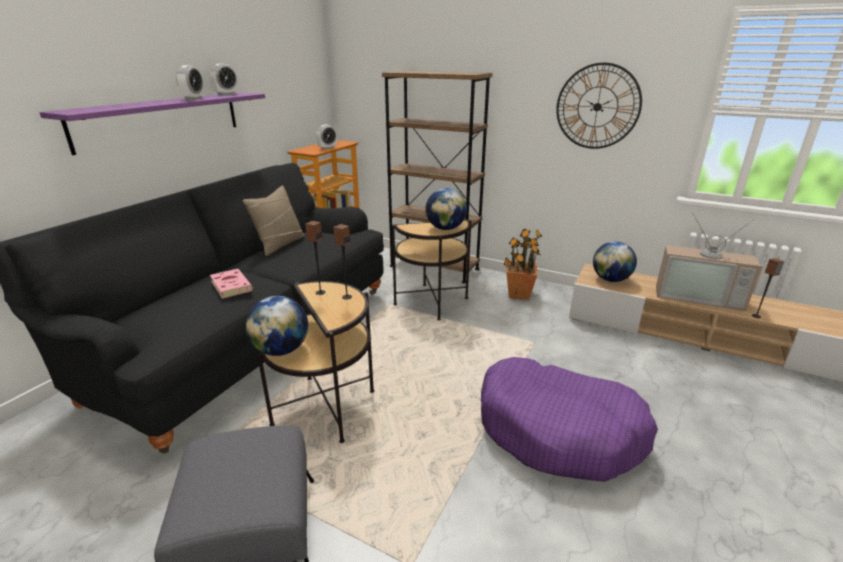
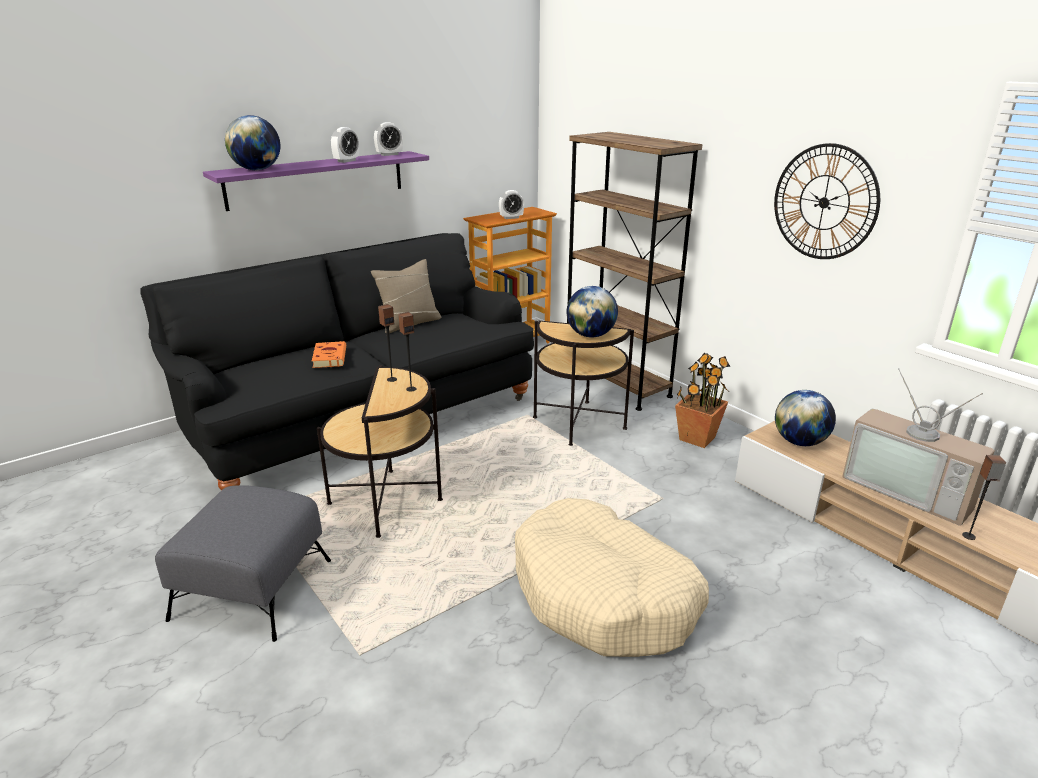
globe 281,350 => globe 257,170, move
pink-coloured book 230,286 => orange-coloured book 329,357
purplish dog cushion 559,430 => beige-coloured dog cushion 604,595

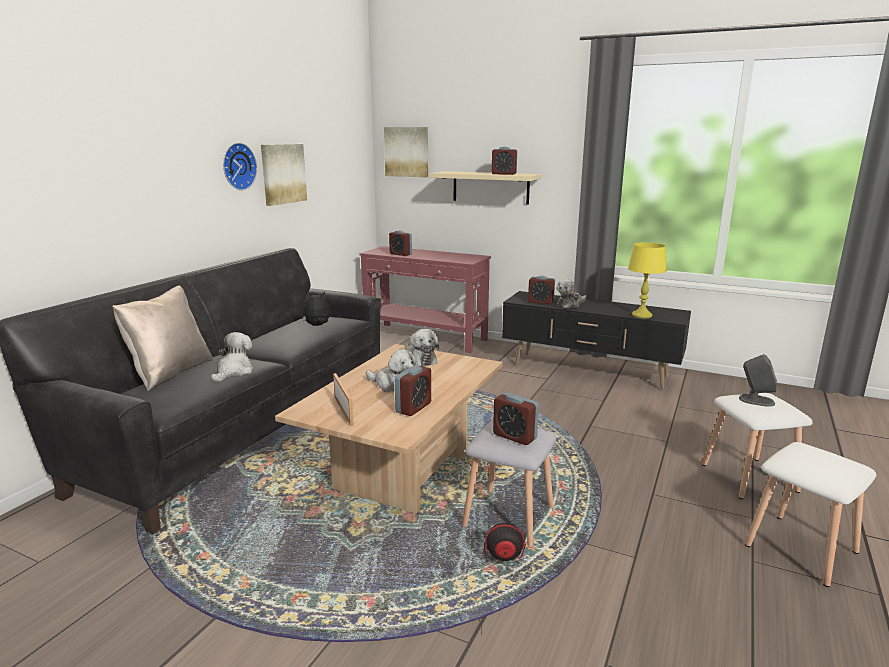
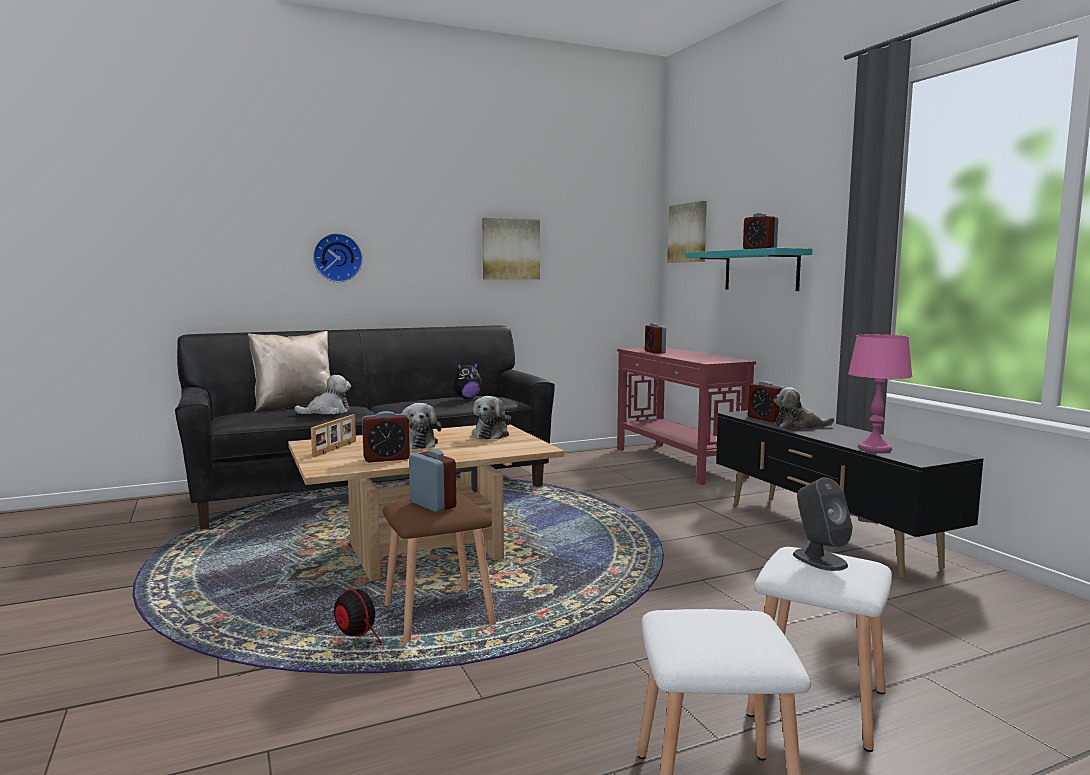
hanging clock 237,166 => hanging clock 337,258, move
beige-coloured shelf 490,187 => blue-green shelf 761,270
greyish sitting stool 510,516 => brown-coloured sitting stool 440,615
yellow-coloured lamp for a table 642,315 => pink-coloured lamp for a table 875,449
soft toy 317,325 => soft toy 467,398, 135 degrees clockwise
bedside clock 514,436 => bedside clock 432,505, 150 degrees clockwise

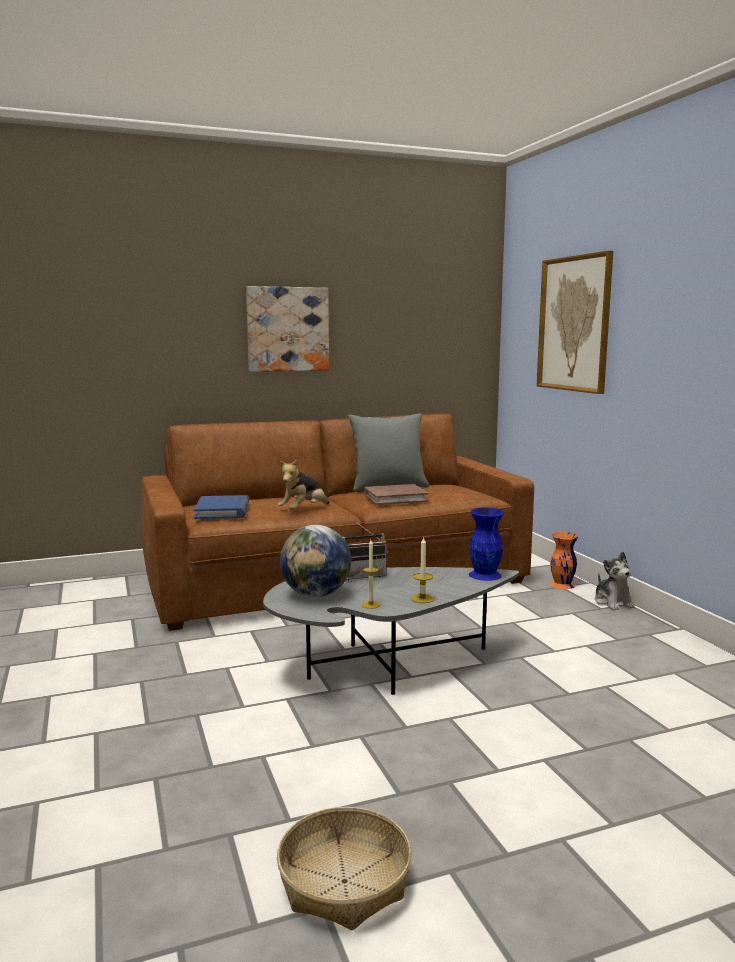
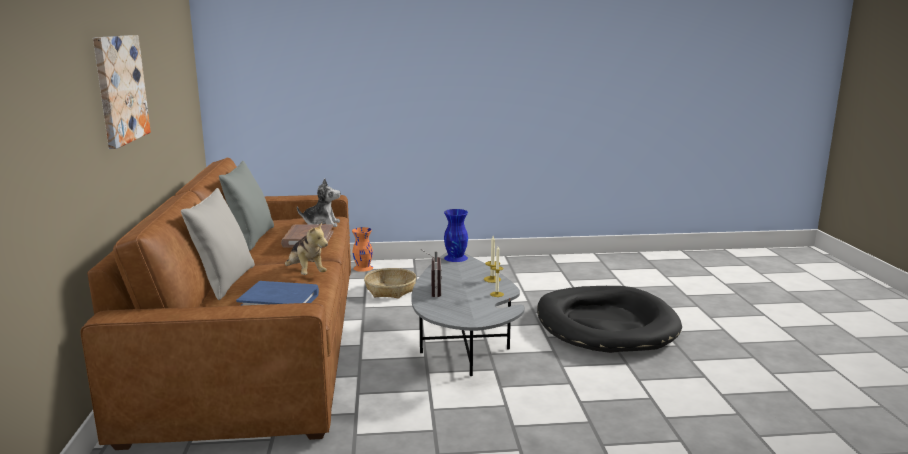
globe 316,595 => nothing
picture 574,324 => nothing
nothing => greyish pillow 224,282
nothing => black-coloured dog cushion 605,324
basket 345,882 => basket 390,290, move
soft toy 613,602 => soft toy 322,224, move

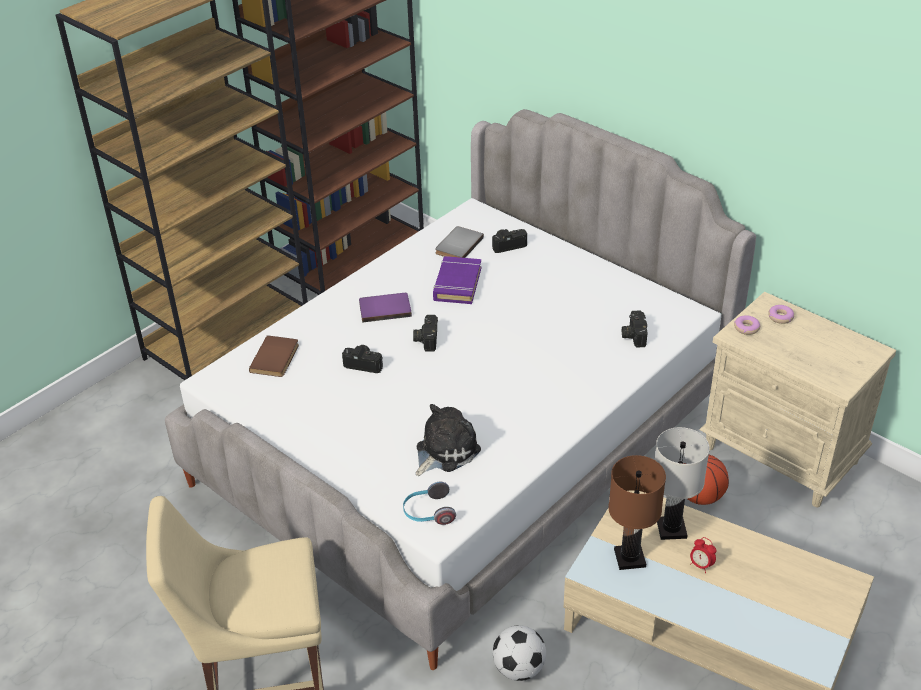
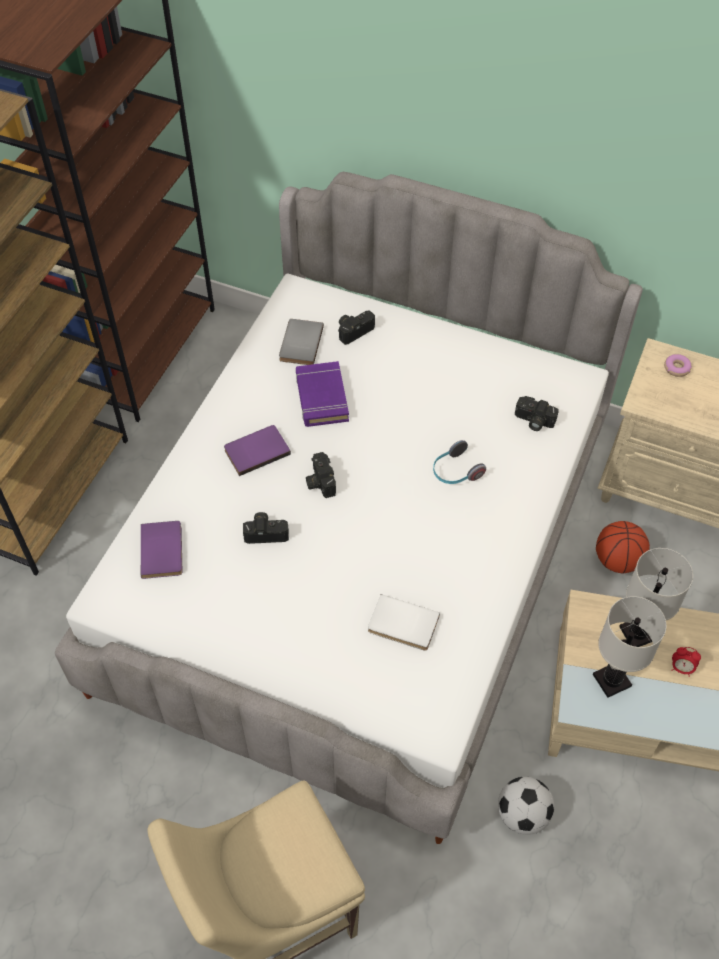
donut 746,328 => nothing
headset 428,512 => headset 455,472, move
soft toy 444,451 => whitish book 402,626
brown-coloured book 276,358 => purplish book 164,551
brown-coloured lamp for a table 630,558 => whitish lamp for a table 612,680
still camera 633,335 => still camera 533,421, 45 degrees counterclockwise

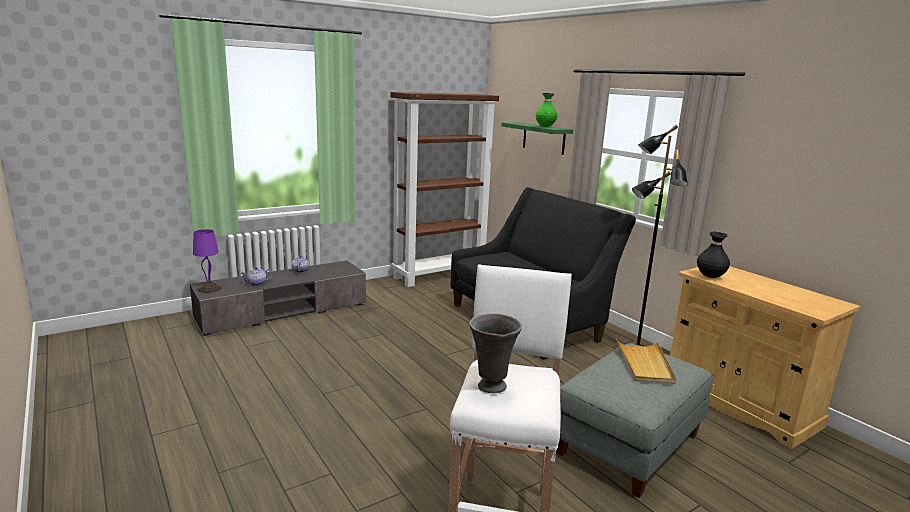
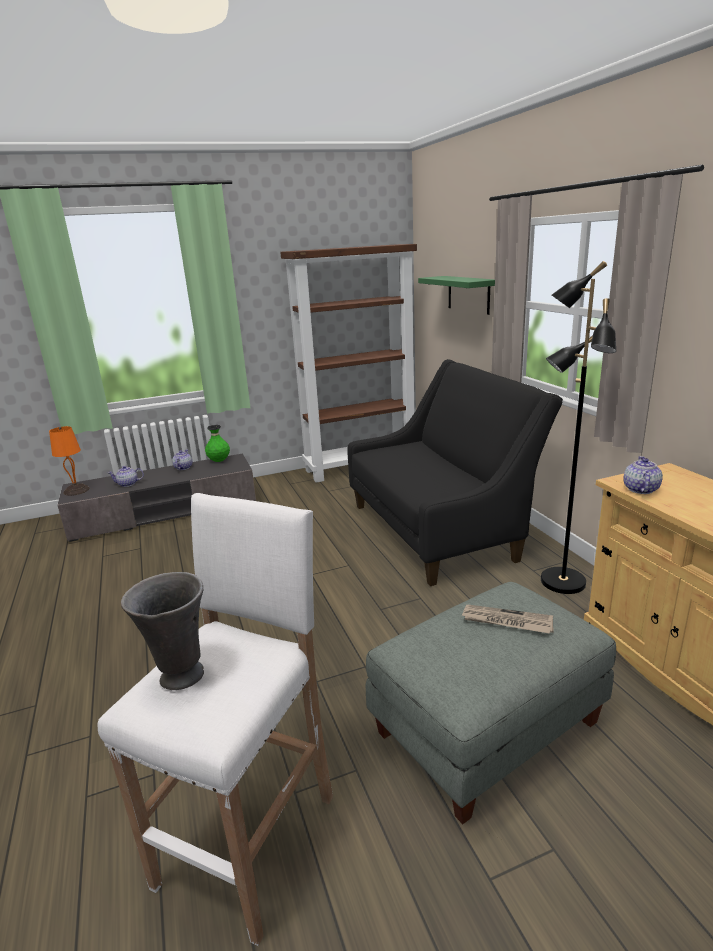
green-coloured flower vase 545,127 => green-coloured flower vase 219,461, move
beige-coloured serving tray 644,364 => daily paper 506,621
black-coloured flower vase 710,277 => tea pot 640,489
purplish lamp for a table 209,288 => orange-coloured lamp for a table 77,490

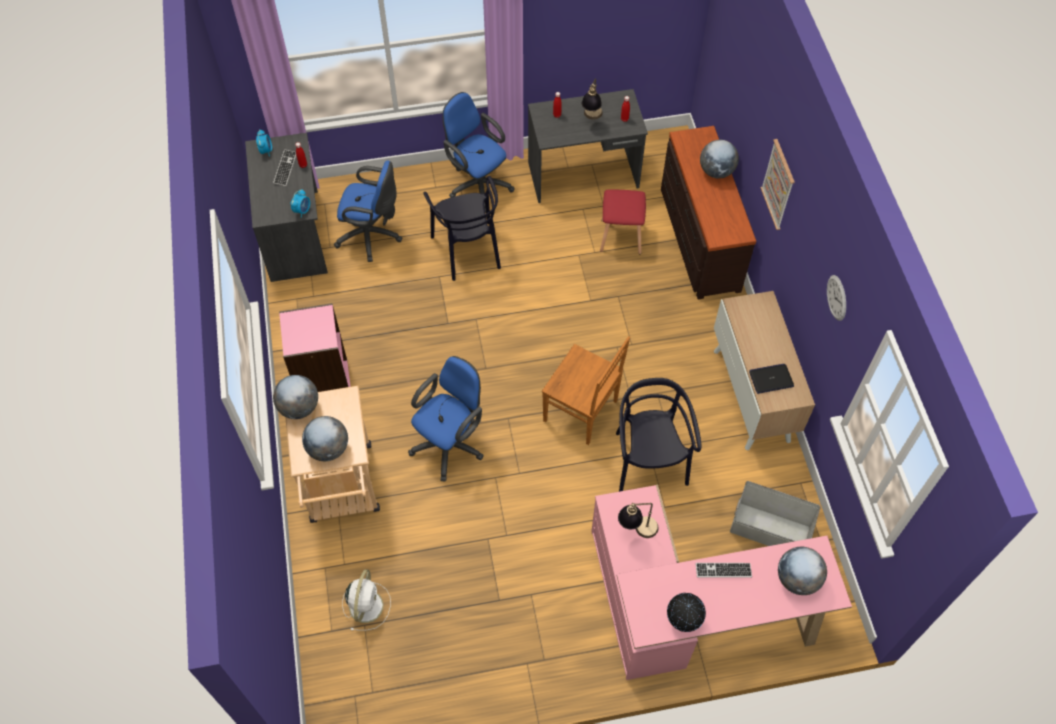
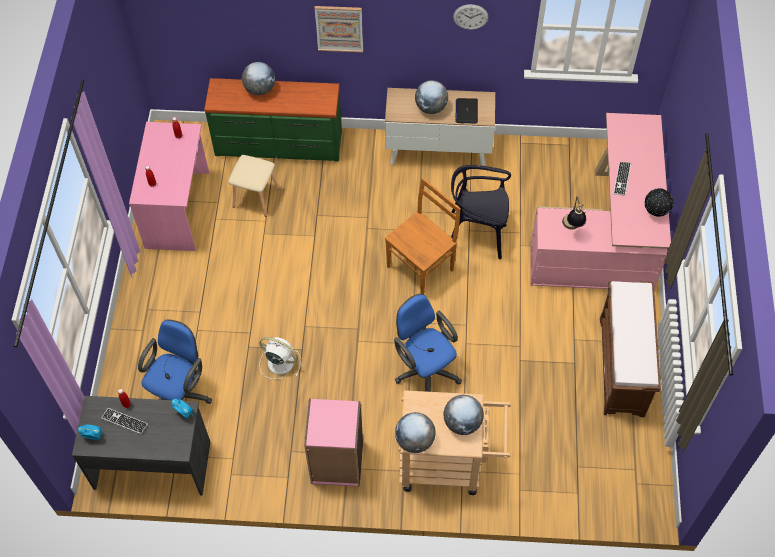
black-coloured plain chair 468,250 => nothing
bluish office chair 477,184 => nothing
lamp for a table 591,118 => nothing
greyish storage box 769,528 => nothing
nothing => brown-coloured indoor bench 622,367
whitish electric fan 366,604 => whitish electric fan 279,362, move
globe 797,579 => globe 431,107, move
greyish desk unit 584,176 => pink-coloured desk unit 179,209
red-coloured sitting stool 620,237 => beige-coloured sitting stool 256,198
brown-coloured drawer chest 698,238 => green-coloured drawer chest 278,144

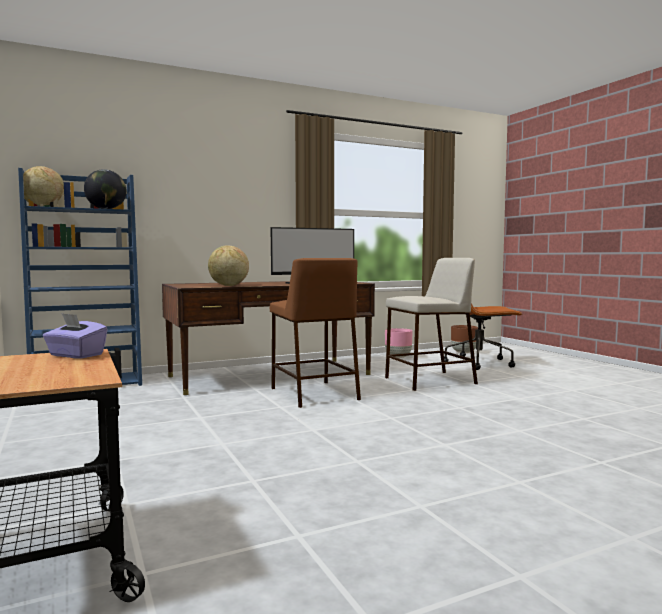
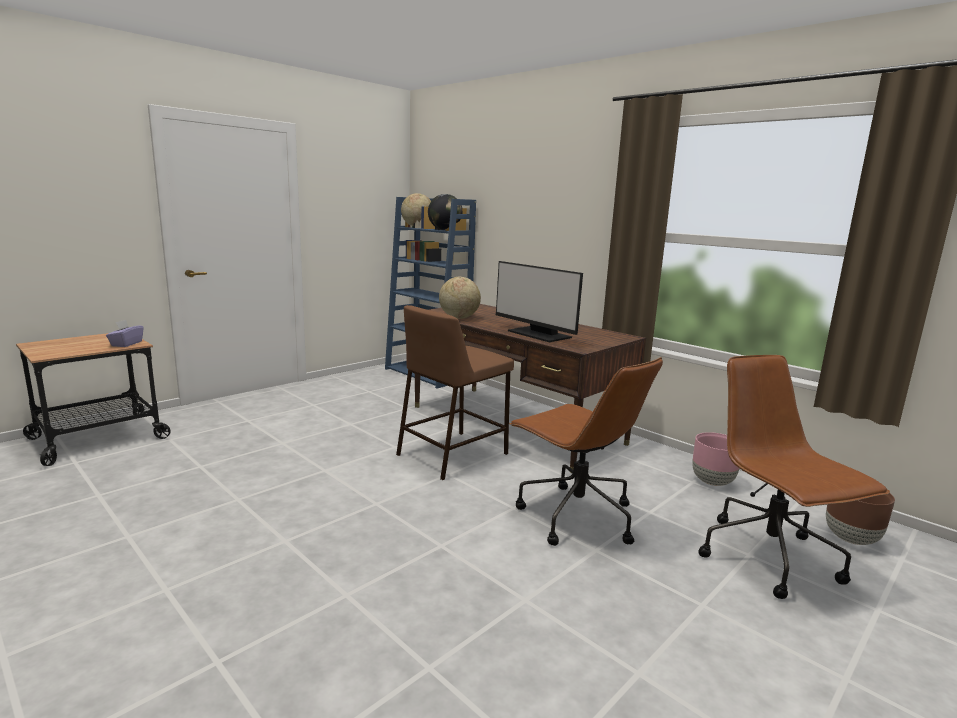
beige-coloured sitting stool 429,381 => brown-coloured office chair 575,516

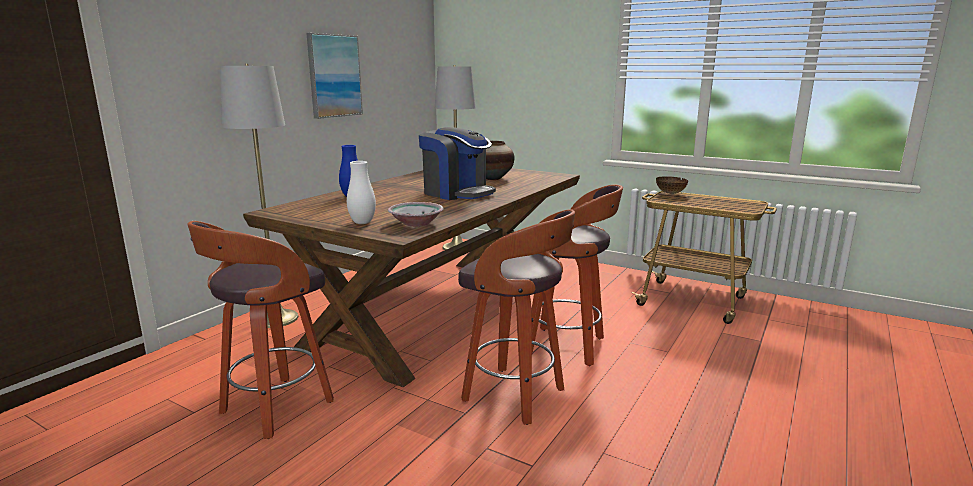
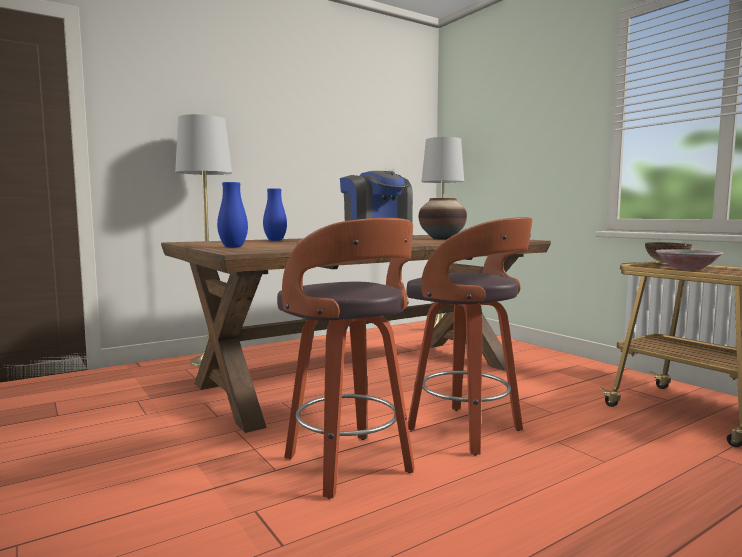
sitting stool 275,409 => nothing
picture 334,76 => nothing
bowl 415,223 => bowl 686,268, move
whitish flower vase 362,223 => bluish flower vase 233,247

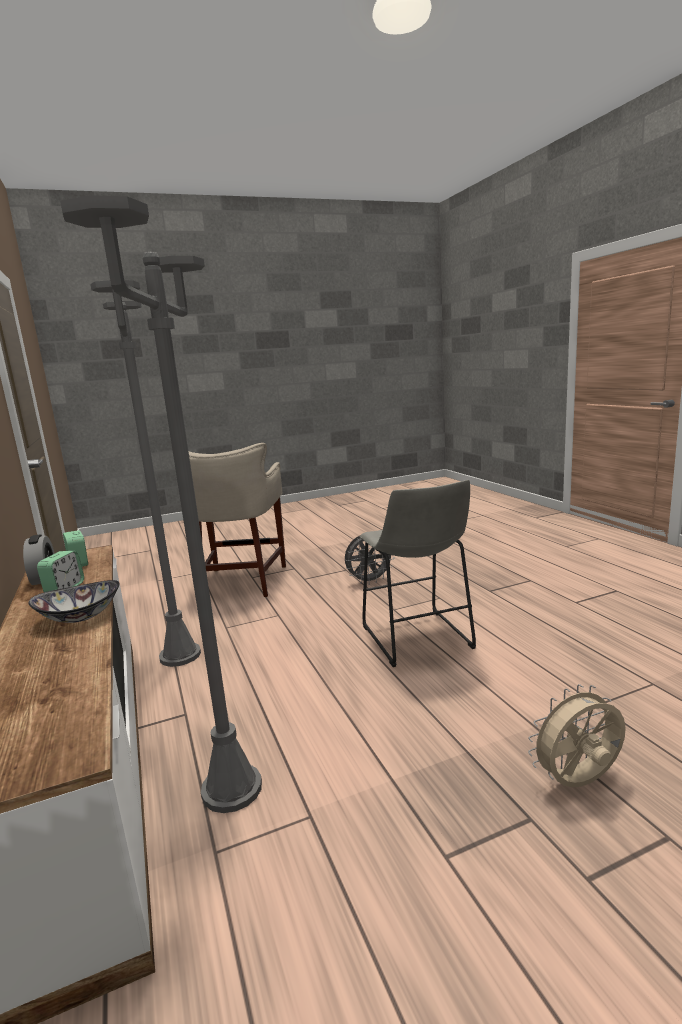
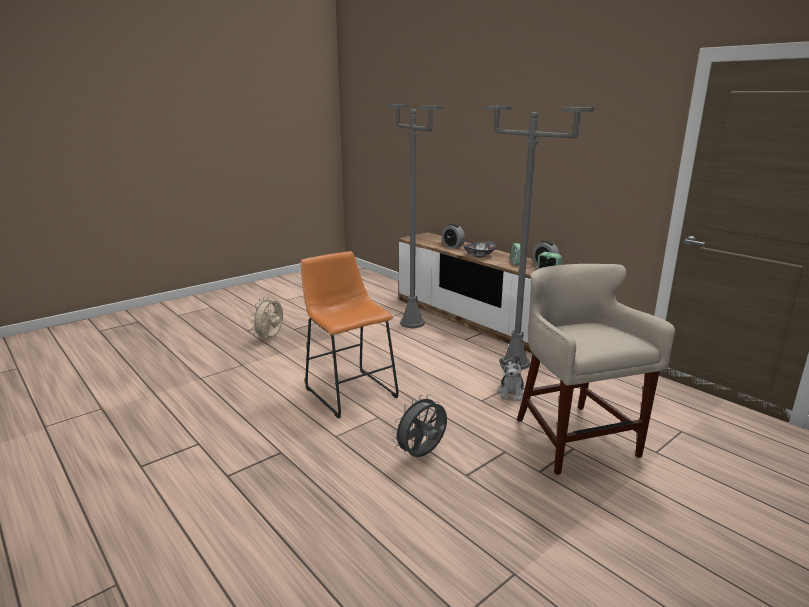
nothing => bedside clock 452,246
nothing => soft toy 511,393
greyish sitting stool 418,640 => orange-coloured sitting stool 349,390
beige-coloured electric fan 578,783 => beige-coloured electric fan 270,338, 150 degrees clockwise

